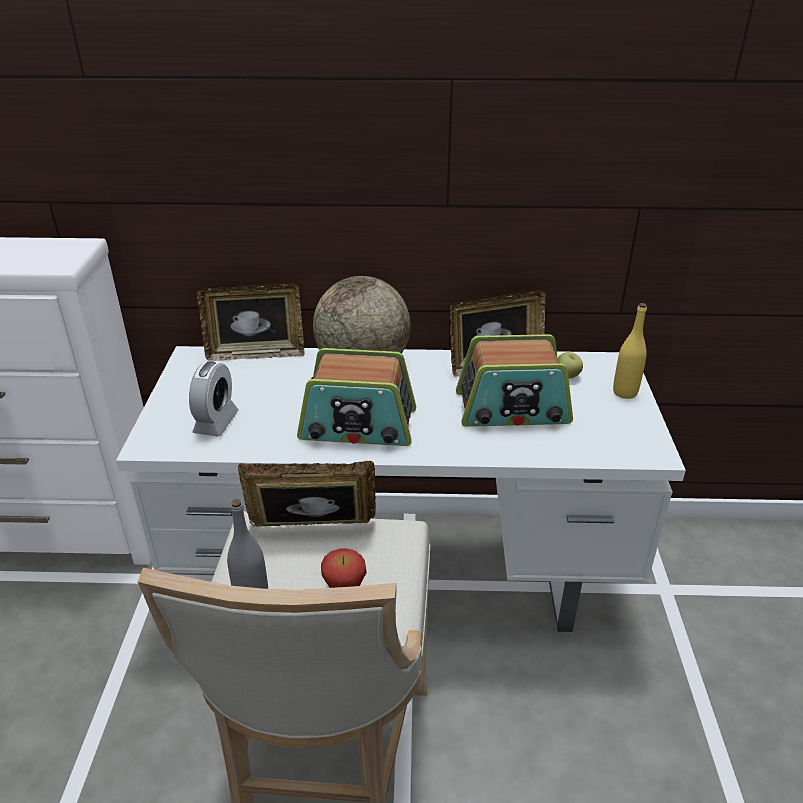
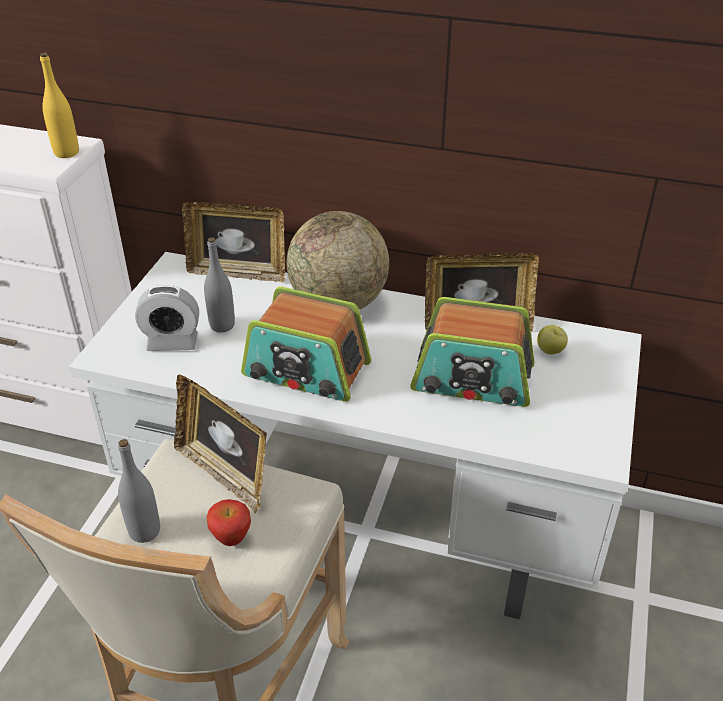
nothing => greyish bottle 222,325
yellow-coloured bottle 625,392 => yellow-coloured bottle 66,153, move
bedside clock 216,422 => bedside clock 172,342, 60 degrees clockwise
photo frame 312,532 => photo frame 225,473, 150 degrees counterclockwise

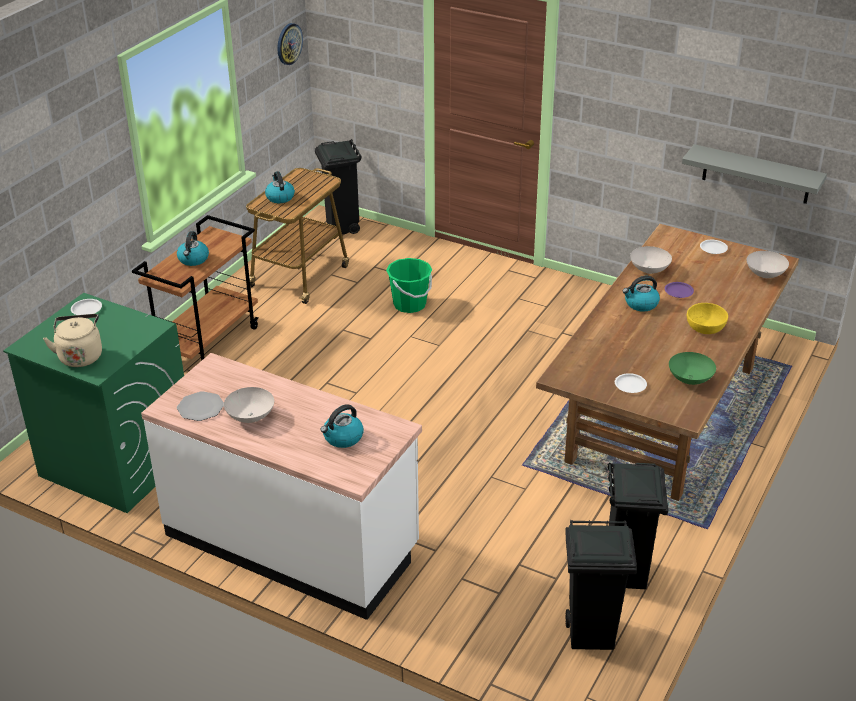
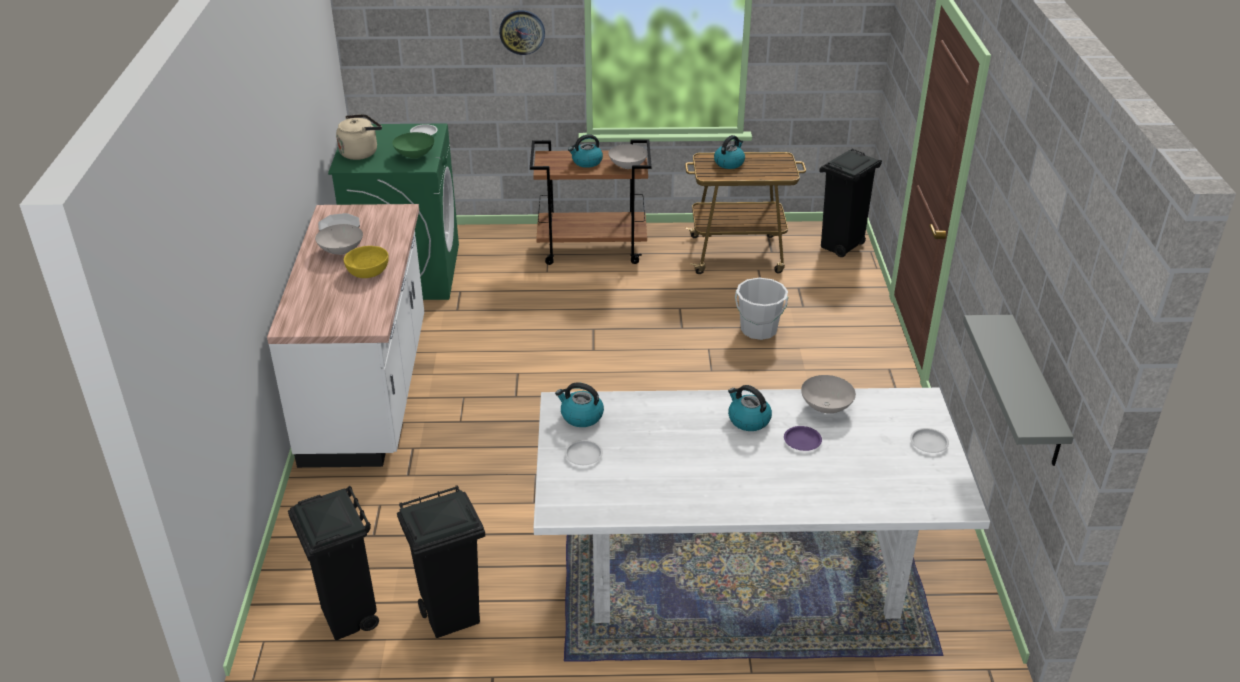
hanging clock 289,43 => hanging clock 522,32, move
water kettle 342,438 => water kettle 581,416, move
green-coloured bowl 689,380 => green-coloured bowl 414,155, move
yellow-coloured bowl 705,327 => yellow-coloured bowl 367,271, move
whitish bowl 764,275 => whitish bowl 627,166, move
green-coloured bucket 409,304 => whitish bucket 758,330
brown-coloured kitchen table 663,412 => whitish kitchen table 743,565

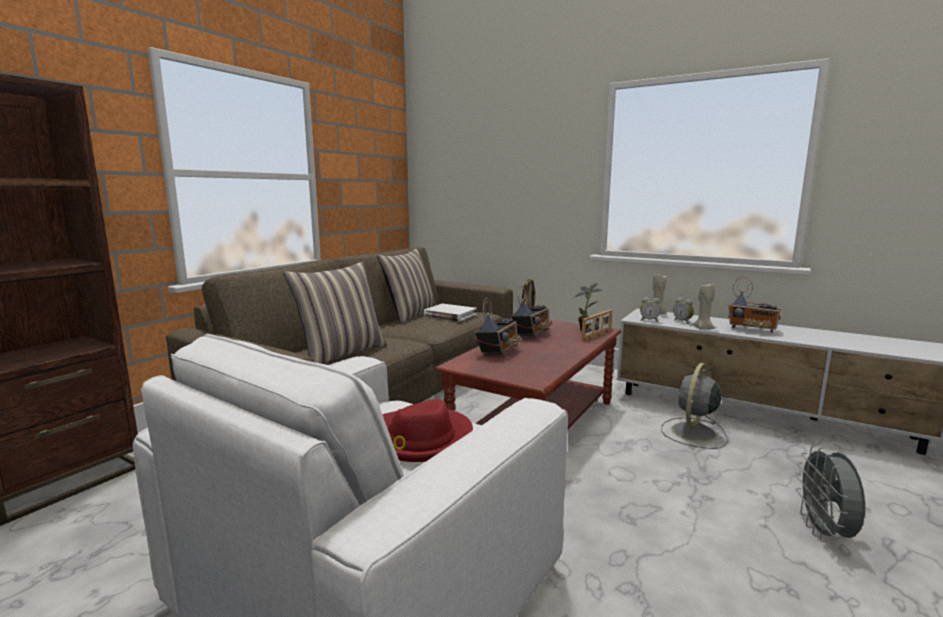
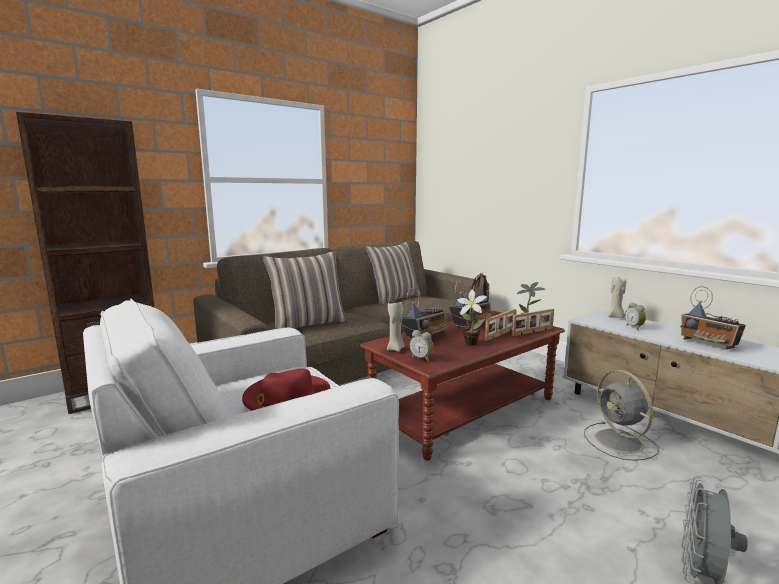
whitish book 450,315 => nothing
nothing => potted plant 469,343
nothing => photo frame 501,334
bedside clock 649,320 => bedside clock 421,358, move
beige-coloured wax light 703,328 => beige-coloured wax light 395,349, move
greyish electric fan 693,433 => greyish electric fan 620,442, 75 degrees counterclockwise

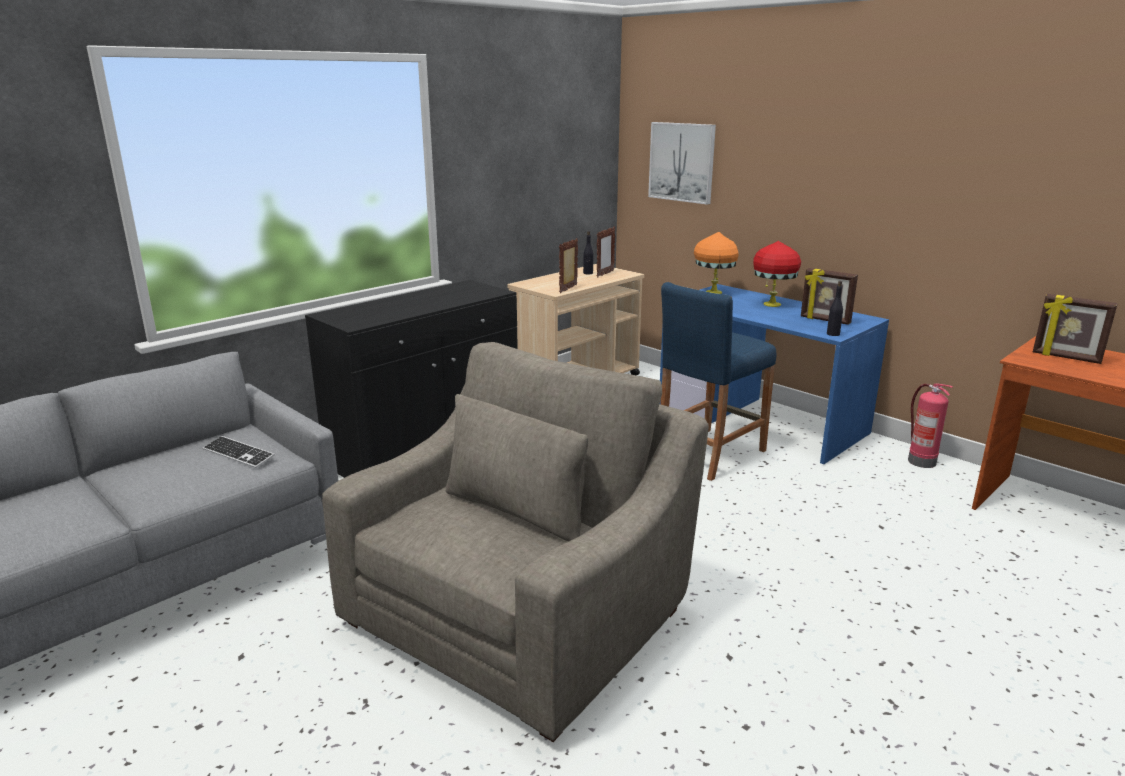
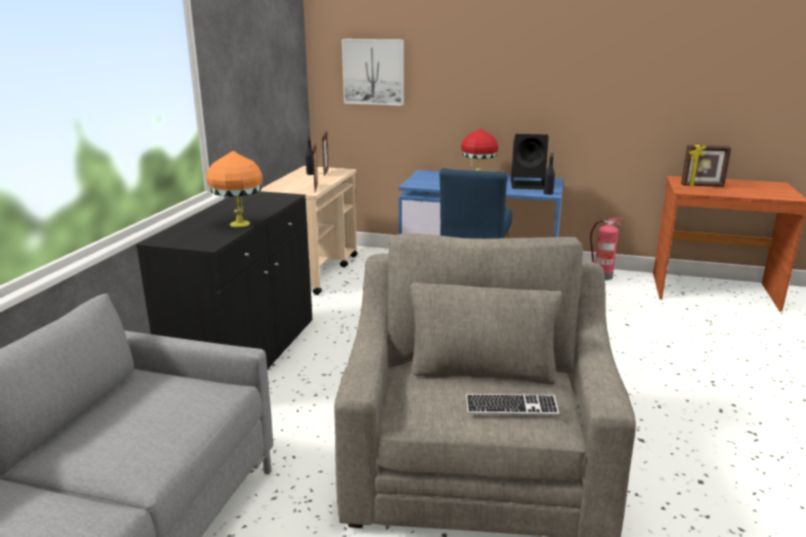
keyboard 238,454 => keyboard 511,407, move
orange-coloured lamp for a table 713,292 => orange-coloured lamp for a table 239,224, move
photo frame 825,320 => black-coloured speaker 528,185

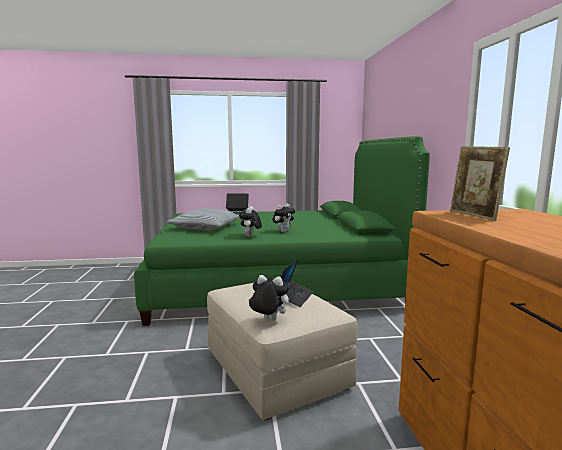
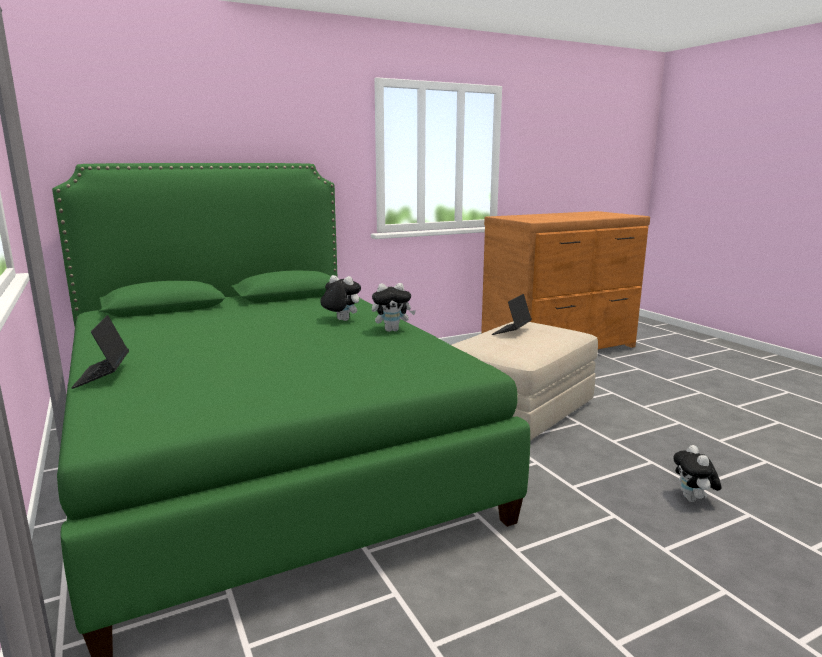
pillow 206,227 => nothing
photo frame 474,215 => nothing
soft toy 268,320 => soft toy 693,500, move
portable computer 294,297 => portable computer 511,332, 60 degrees counterclockwise

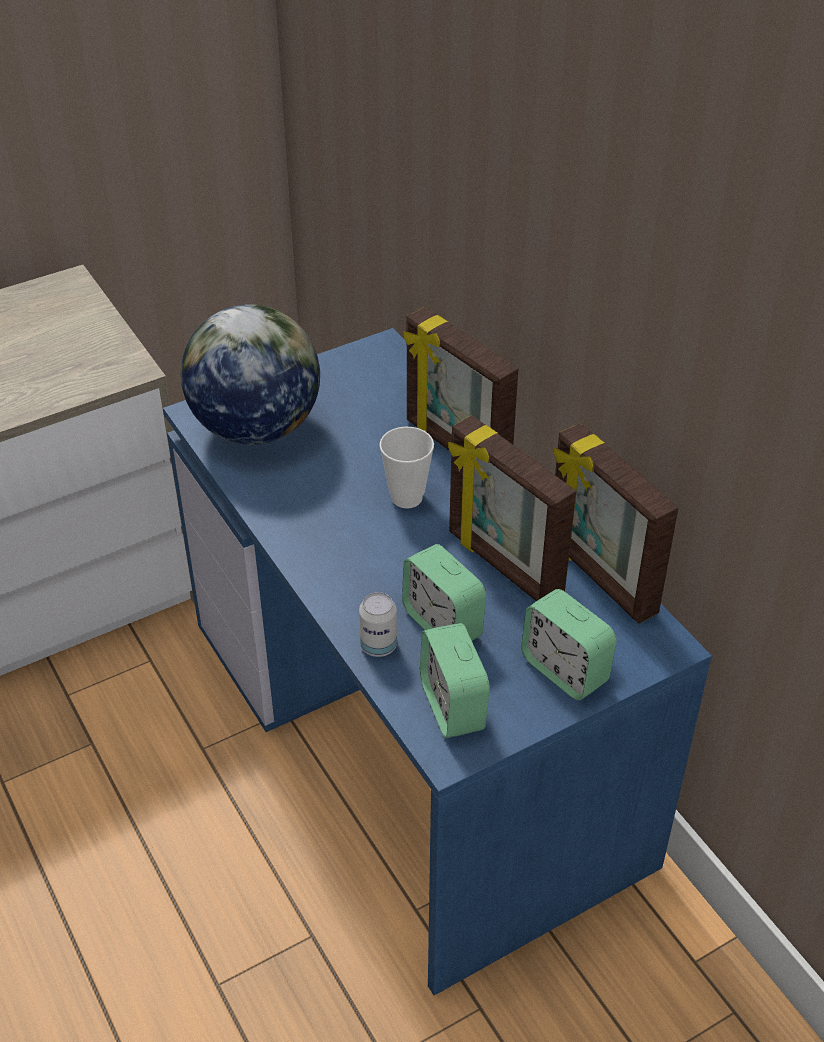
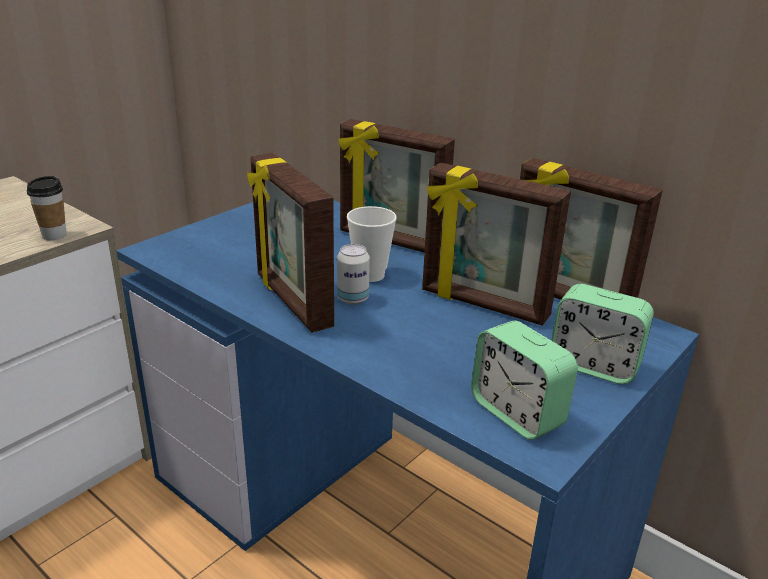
globe 255,428 => nothing
bedside clock 442,624 => nothing
nothing => small cup 54,235
nothing => photo frame 291,301
can 378,646 => can 353,299, move

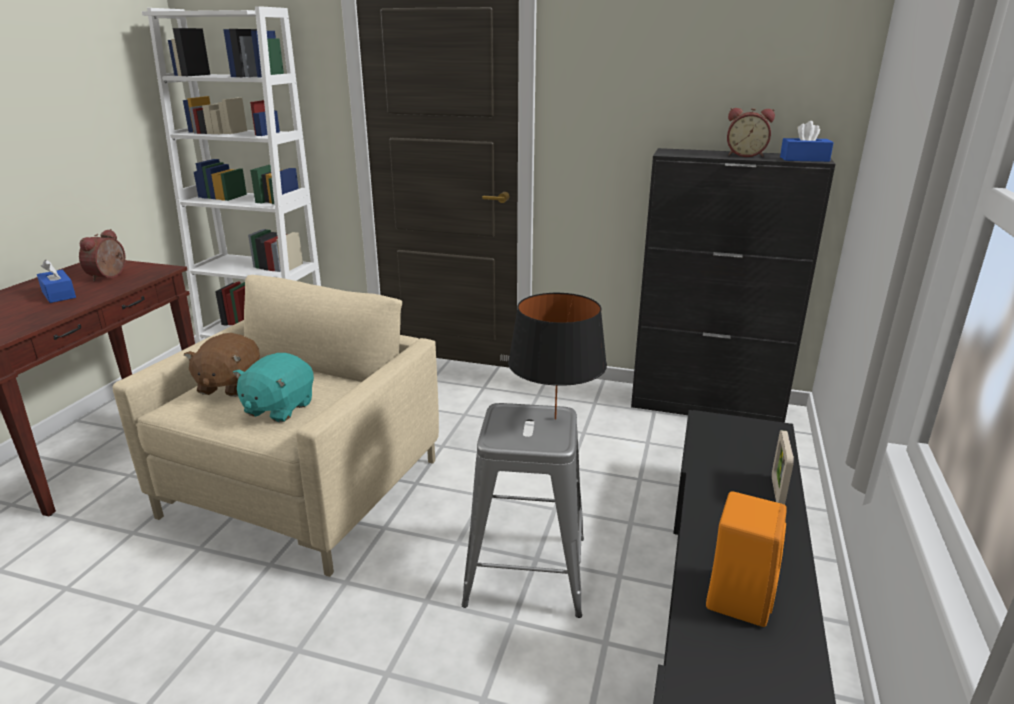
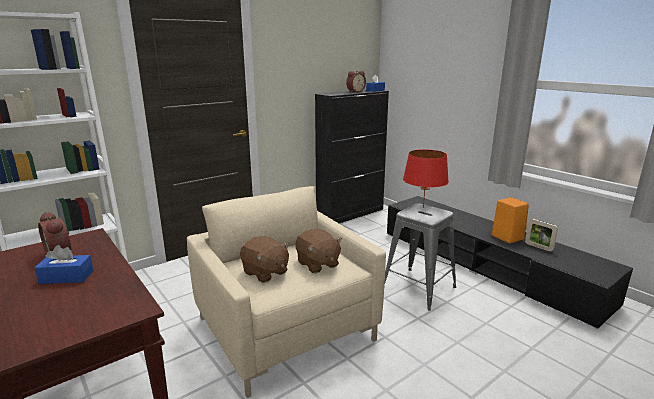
photo frame 777,491 => photo frame 538,247, move
blue-green soft toy 278,408 => brown-coloured soft toy 317,264
black-coloured lamp for a table 555,419 => red-coloured lamp for a table 423,207

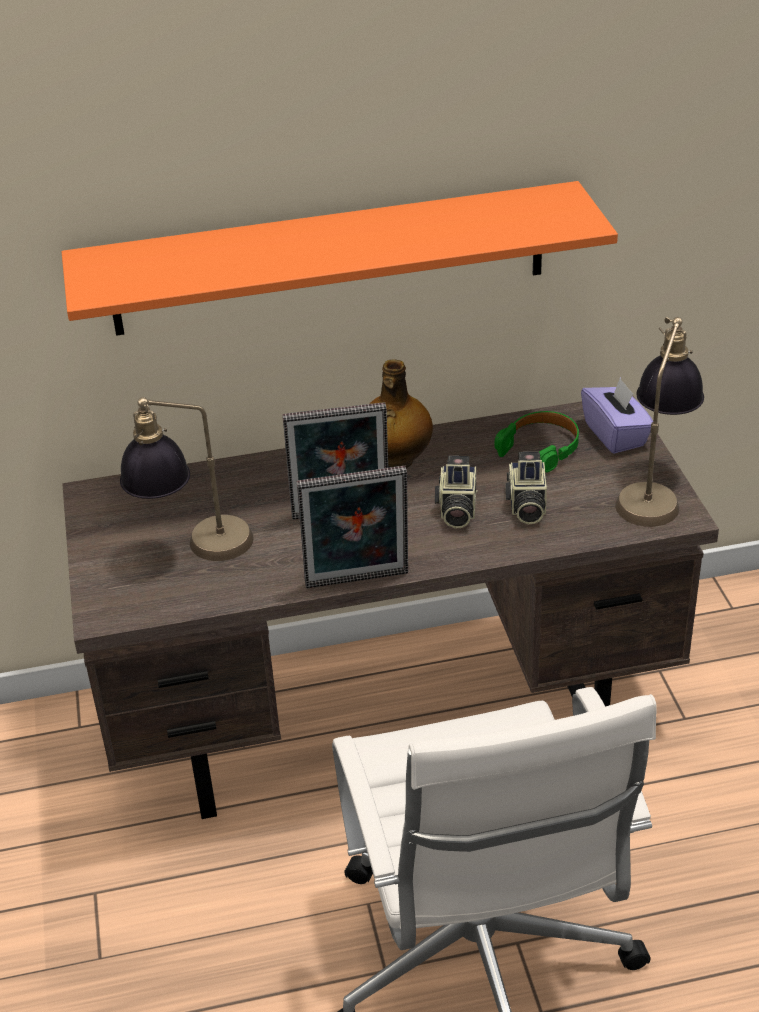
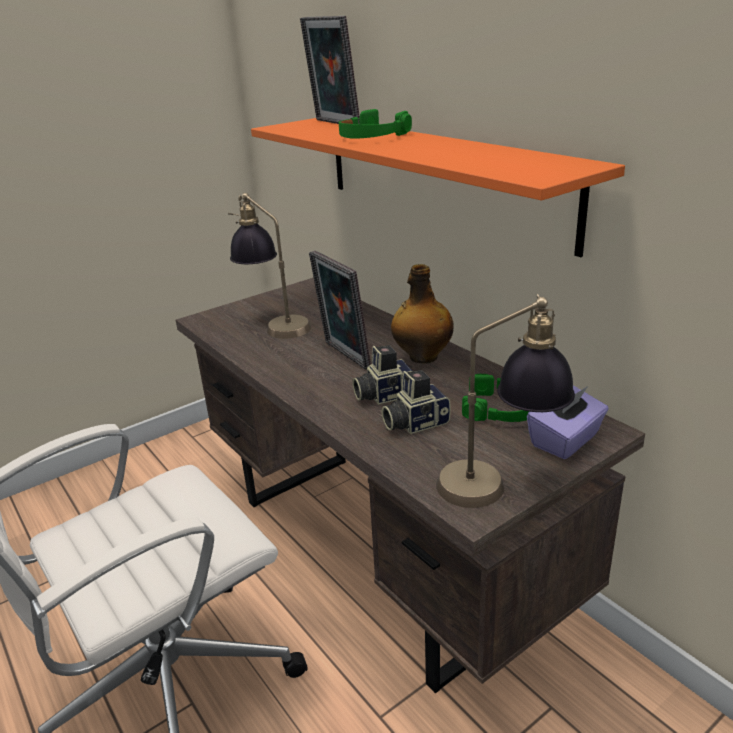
nothing => green-coloured headset 371,136
photo frame 357,582 => photo frame 333,123, move

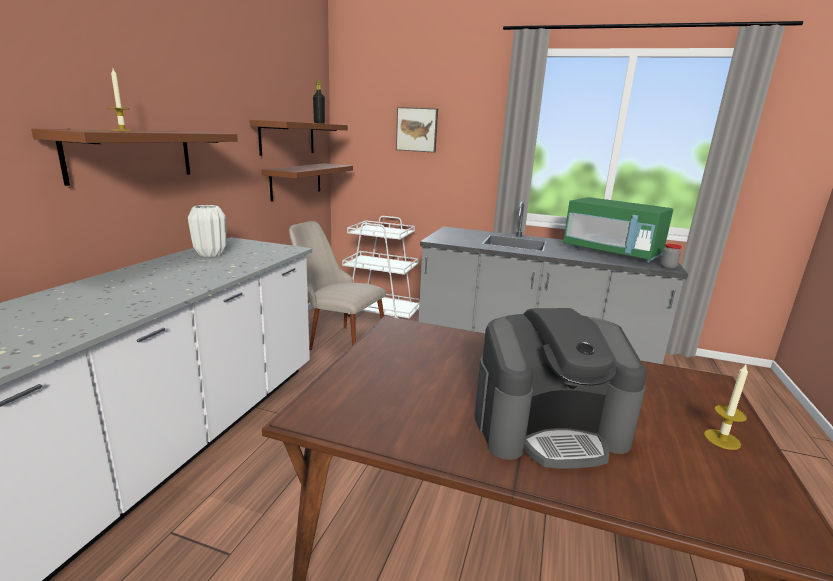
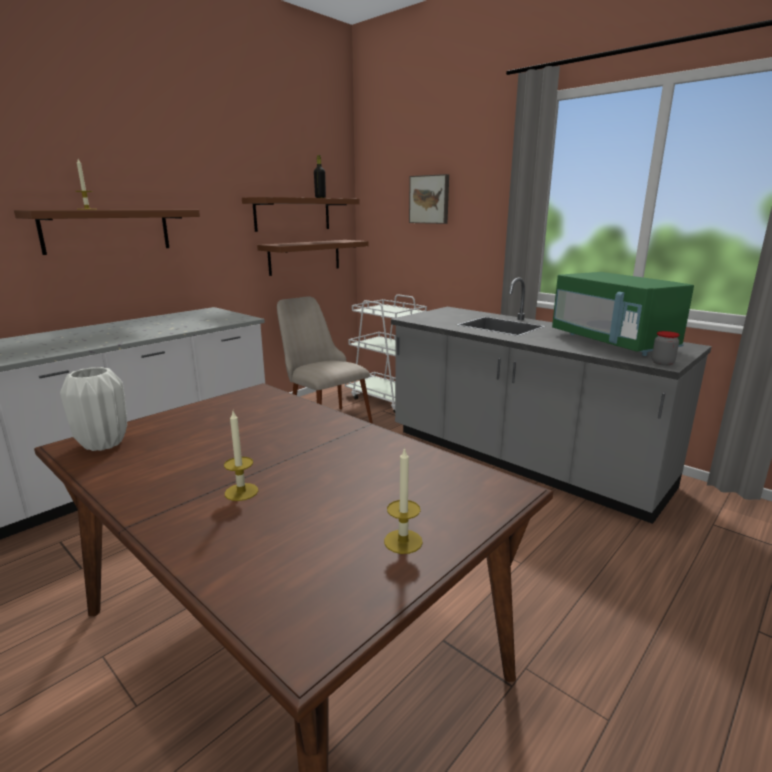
whitish flower vase 210,254 => whitish flower vase 103,444, move
coffee maker 549,427 => wax light 241,492

